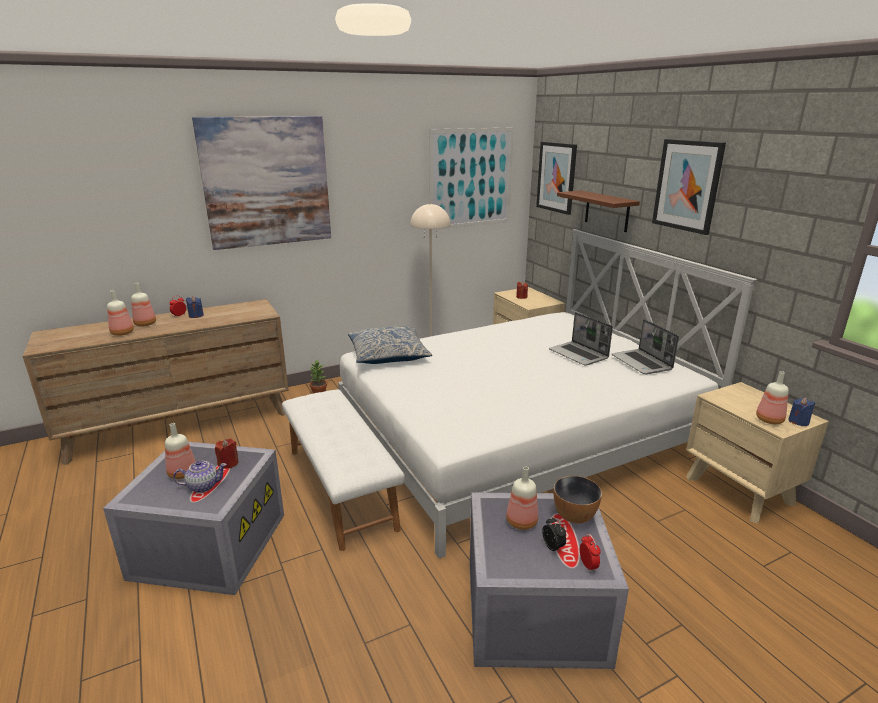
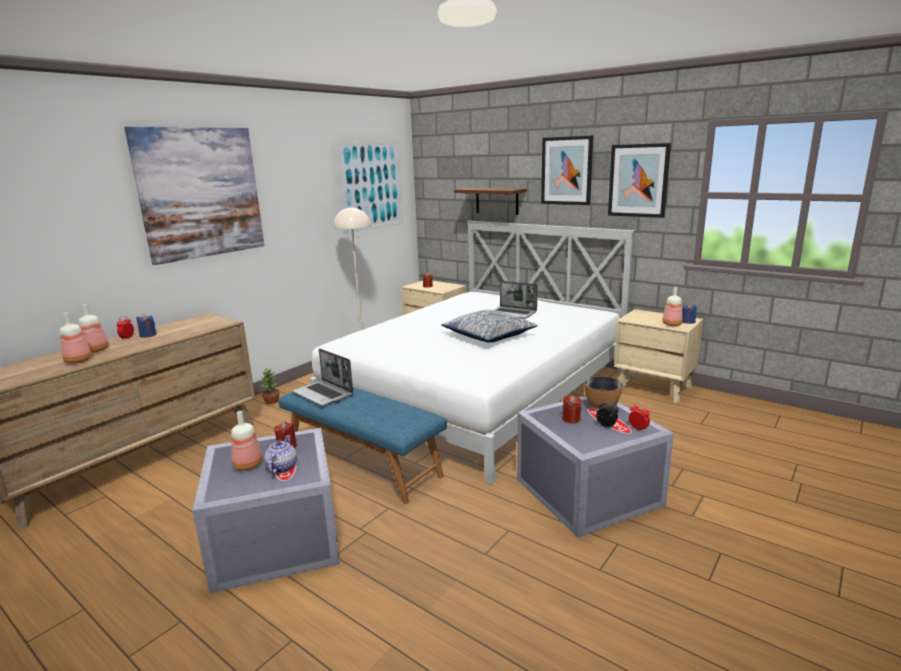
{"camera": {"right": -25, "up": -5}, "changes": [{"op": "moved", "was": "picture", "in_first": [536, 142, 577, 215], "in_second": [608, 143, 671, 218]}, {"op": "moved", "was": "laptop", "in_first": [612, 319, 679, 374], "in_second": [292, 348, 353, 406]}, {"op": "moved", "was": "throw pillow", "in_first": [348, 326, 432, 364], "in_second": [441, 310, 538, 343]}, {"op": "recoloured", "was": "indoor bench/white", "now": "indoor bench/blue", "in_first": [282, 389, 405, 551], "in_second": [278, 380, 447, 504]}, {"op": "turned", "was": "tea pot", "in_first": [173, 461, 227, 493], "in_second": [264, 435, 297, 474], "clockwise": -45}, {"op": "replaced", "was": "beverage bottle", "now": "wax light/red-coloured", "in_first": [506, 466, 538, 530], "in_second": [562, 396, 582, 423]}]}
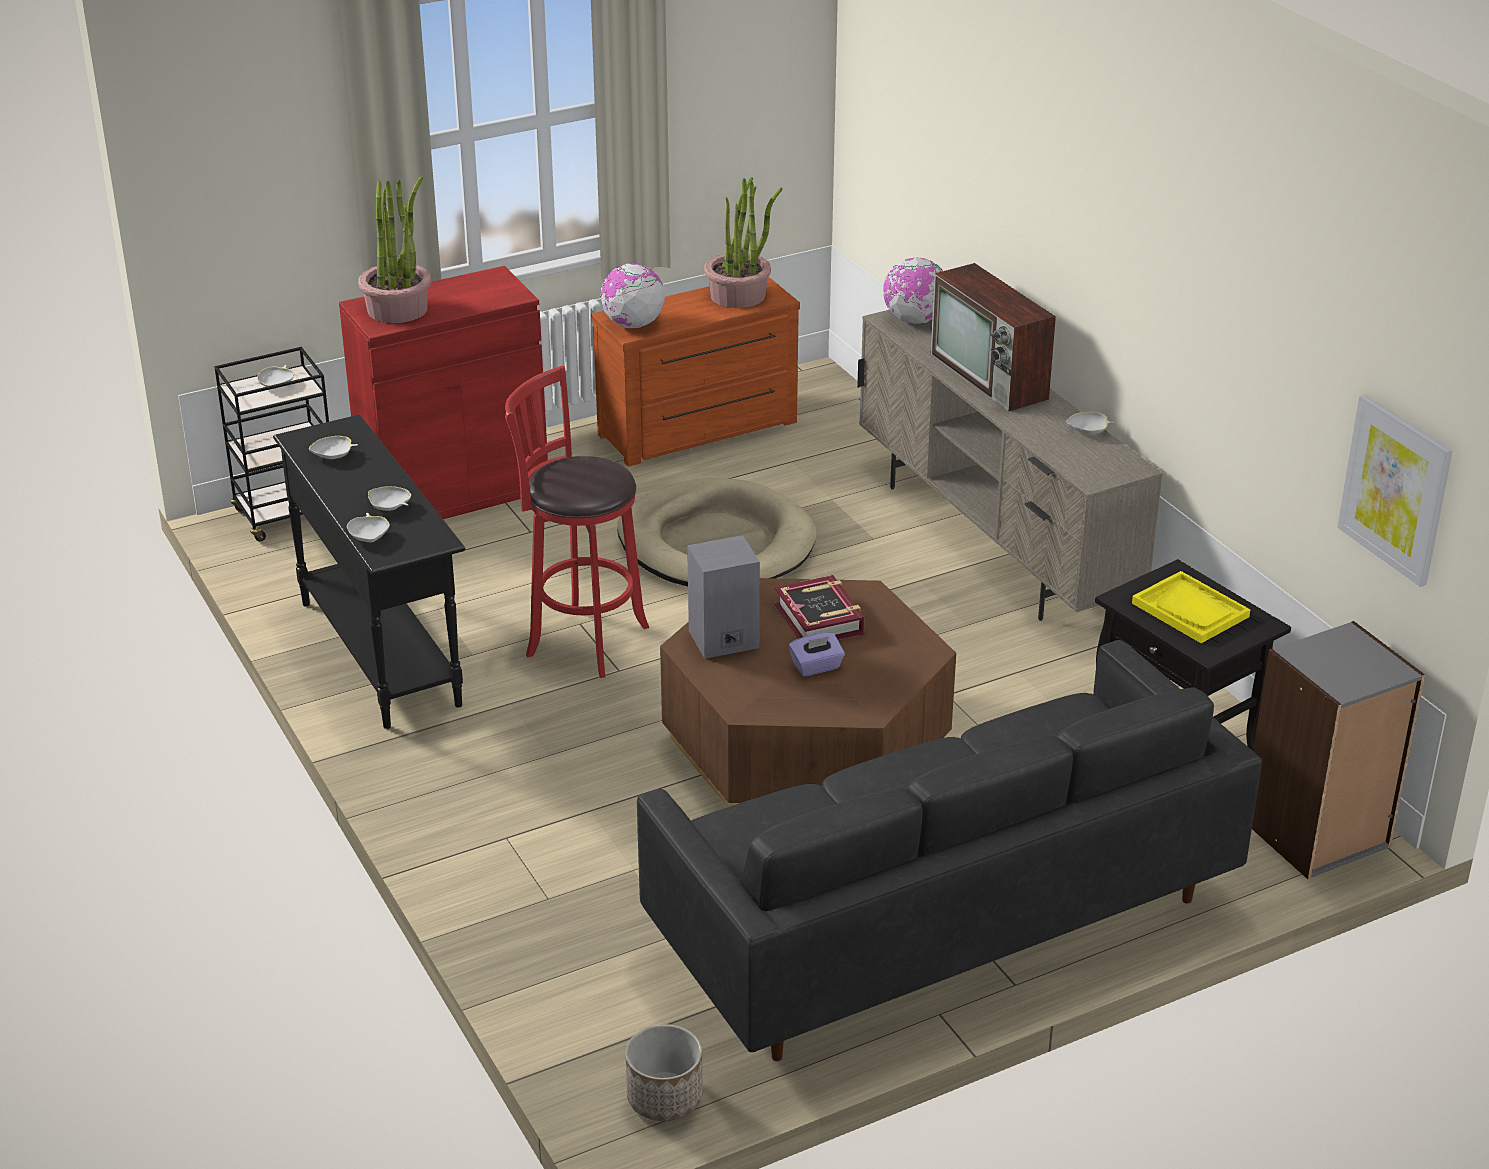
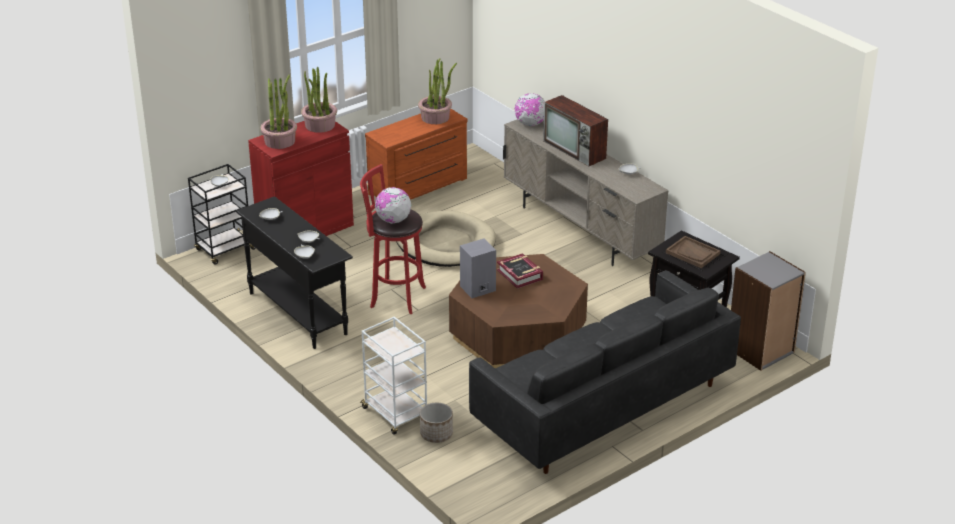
{"camera": {"right": -10, "up": 0}, "changes": [{"op": "moved", "was": "world globe", "in_first": [600, 264, 665, 328], "in_second": [375, 187, 412, 224]}, {"op": "removed", "was": "picture", "in_first": [1337, 395, 1453, 587]}, {"op": "recoloured", "was": "tray/yellowish", "now": "tray/brown", "in_first": [1132, 571, 1250, 643], "in_second": [666, 236, 720, 268]}, {"op": "removed", "was": "tissue box/purple", "in_first": [789, 632, 845, 677]}, {"op": "moved", "was": "planter", "in_first": [625, 1024, 703, 1121], "in_second": [420, 403, 453, 443]}, {"op": "added", "now": "potted plant", "in_second": [301, 67, 337, 133]}, {"op": "added", "now": "trolley/white", "in_second": [360, 317, 427, 435]}]}
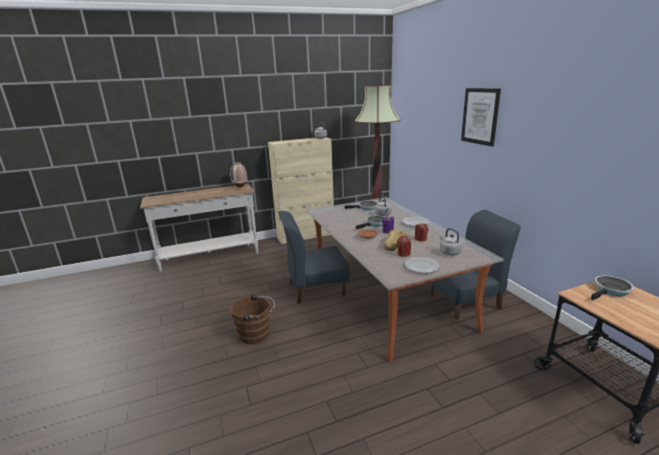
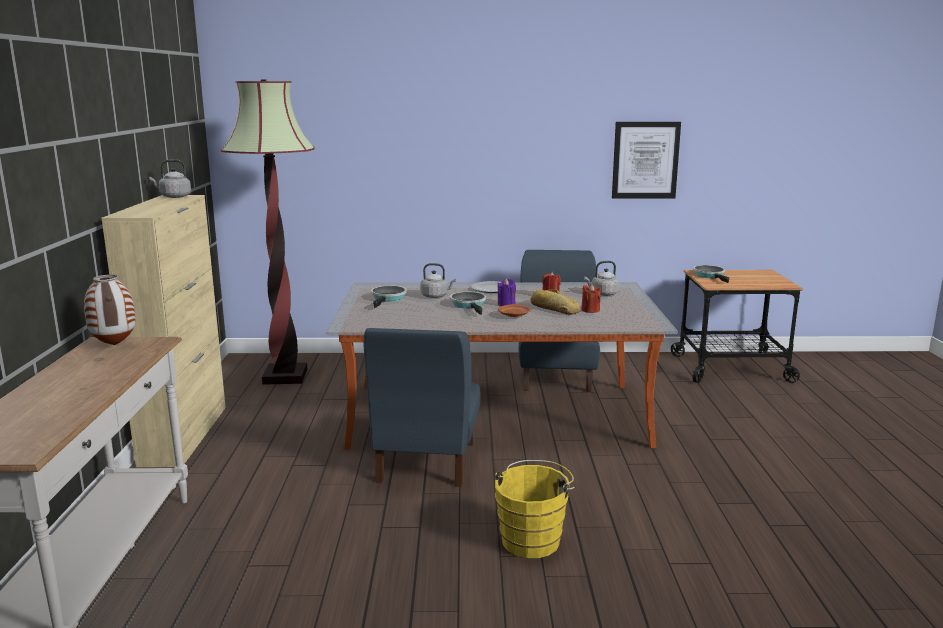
{"camera": {"right": -70, "up": -5}, "changes": [{"op": "moved", "was": "picture", "in_first": [461, 88, 501, 147], "in_second": [612, 122, 681, 198]}, {"op": "removed", "was": "plate", "in_first": [405, 257, 440, 273]}, {"op": "recoloured", "was": "pail/brown", "now": "pail/yellowish", "in_first": [230, 294, 275, 344], "in_second": [495, 460, 575, 558]}]}
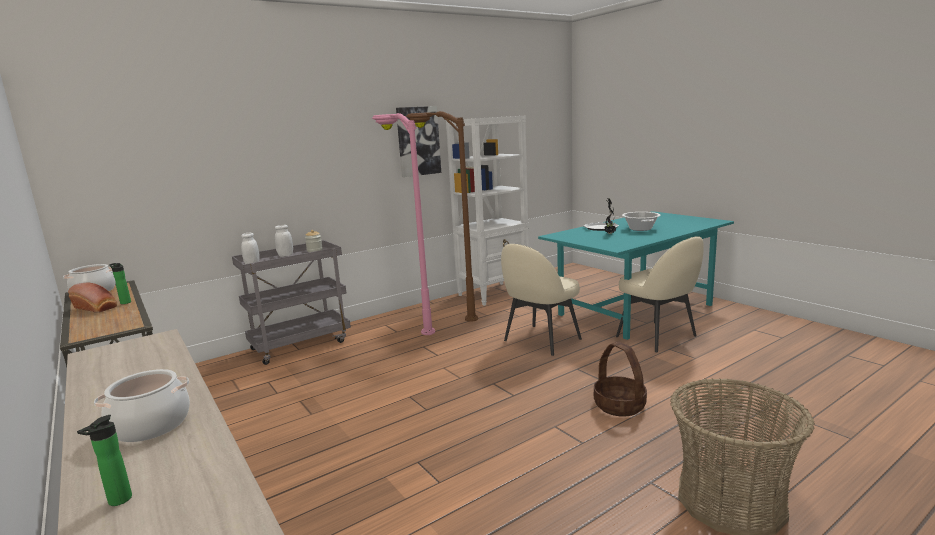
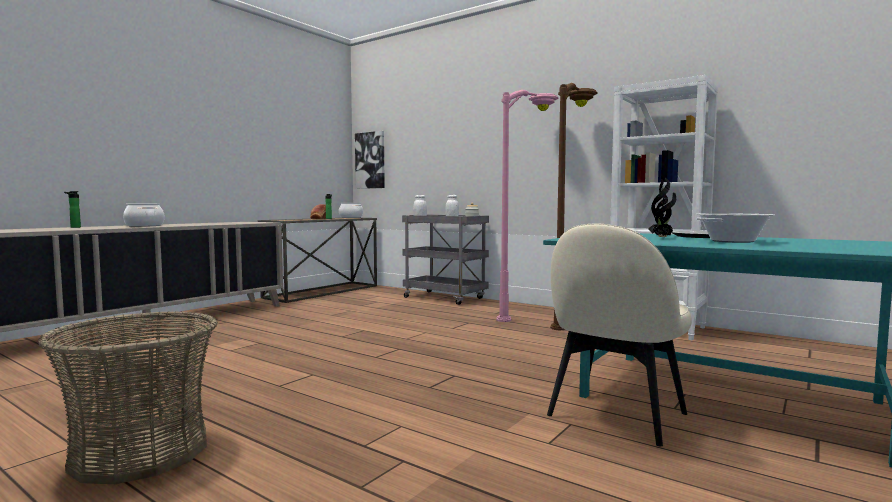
{"camera": {"right": 70, "up": -10}, "changes": [{"op": "moved", "was": "picture", "in_first": [396, 106, 441, 177], "in_second": [355, 131, 385, 189]}, {"op": "removed", "was": "plain chair/beige", "in_first": [501, 244, 582, 356]}, {"op": "removed", "was": "household basket", "in_first": [594, 342, 647, 417]}]}
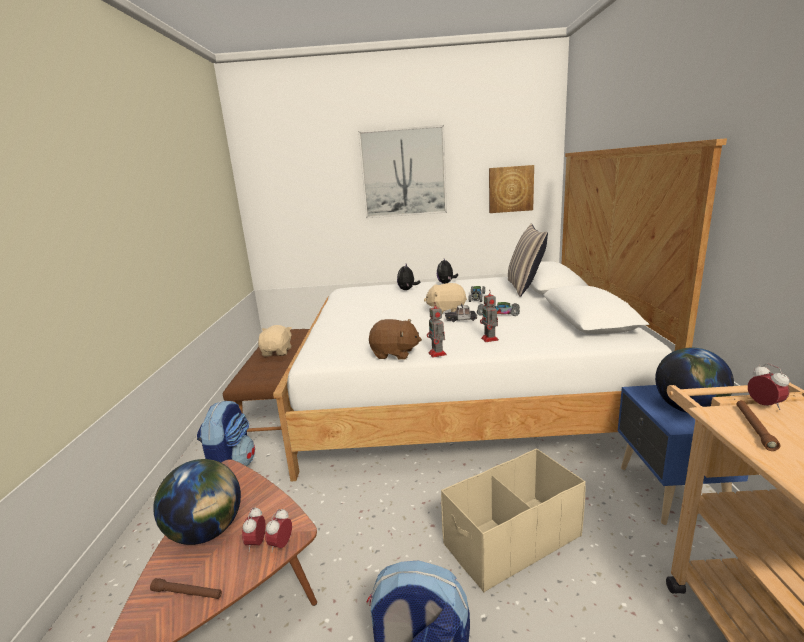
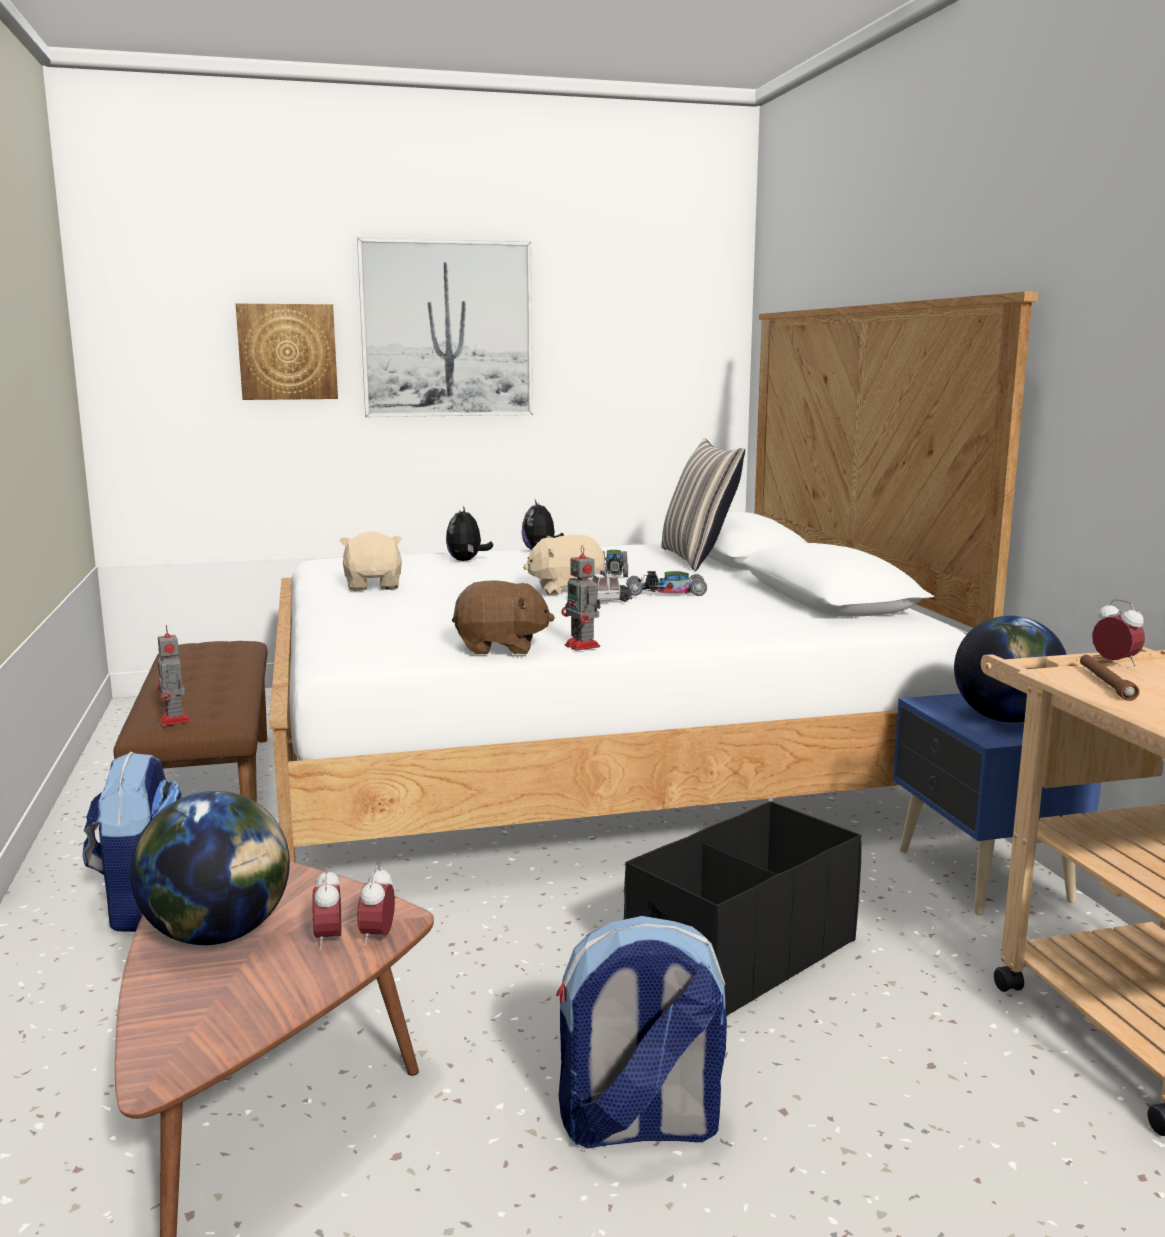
{"camera": {"right": -15, "up": -5}, "changes": [{"op": "moved", "was": "picture", "in_first": [489, 165, 534, 213], "in_second": [236, 304, 338, 400]}, {"op": "moved", "was": "toy robot", "in_first": [480, 293, 499, 342], "in_second": [157, 625, 191, 726]}, {"op": "moved", "was": "soft toy/beige", "in_first": [258, 325, 292, 357], "in_second": [339, 531, 402, 591]}, {"op": "recoloured", "was": "storage container/beige", "now": "storage container/black", "in_first": [441, 448, 585, 593], "in_second": [624, 801, 862, 1016]}, {"op": "removed", "was": "torch/brown", "in_first": [150, 578, 222, 599]}]}
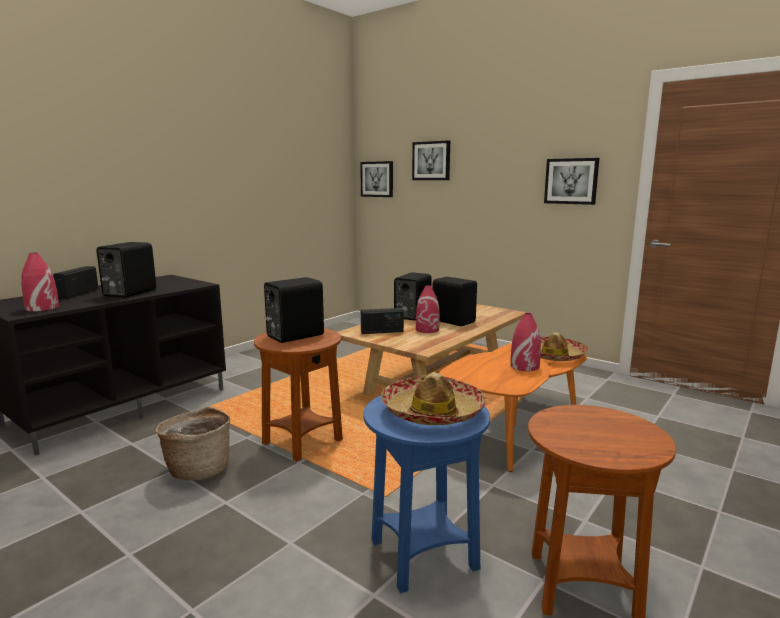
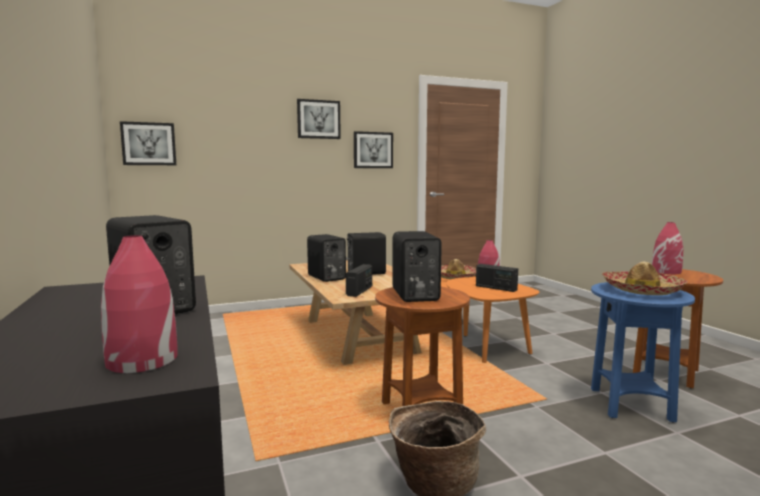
{"camera": {"right": -60, "up": -5}, "changes": [{"op": "moved", "was": "picture", "in_first": [412, 140, 450, 180], "in_second": [297, 99, 341, 139]}, {"op": "moved", "was": "radio", "in_first": [53, 266, 99, 299], "in_second": [476, 264, 518, 292]}, {"op": "moved", "was": "vase/red-coloured", "in_first": [416, 285, 440, 333], "in_second": [652, 222, 683, 274]}]}
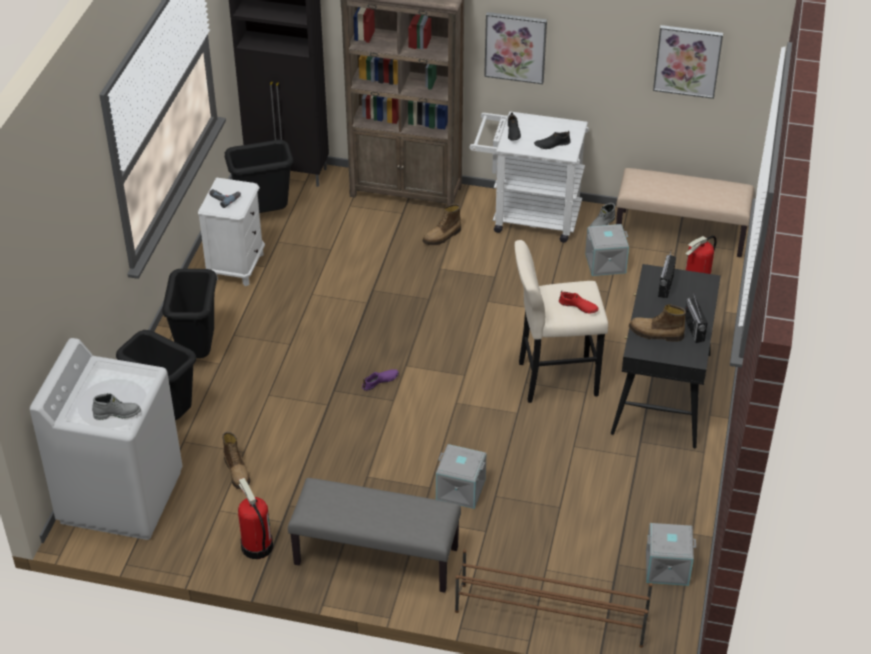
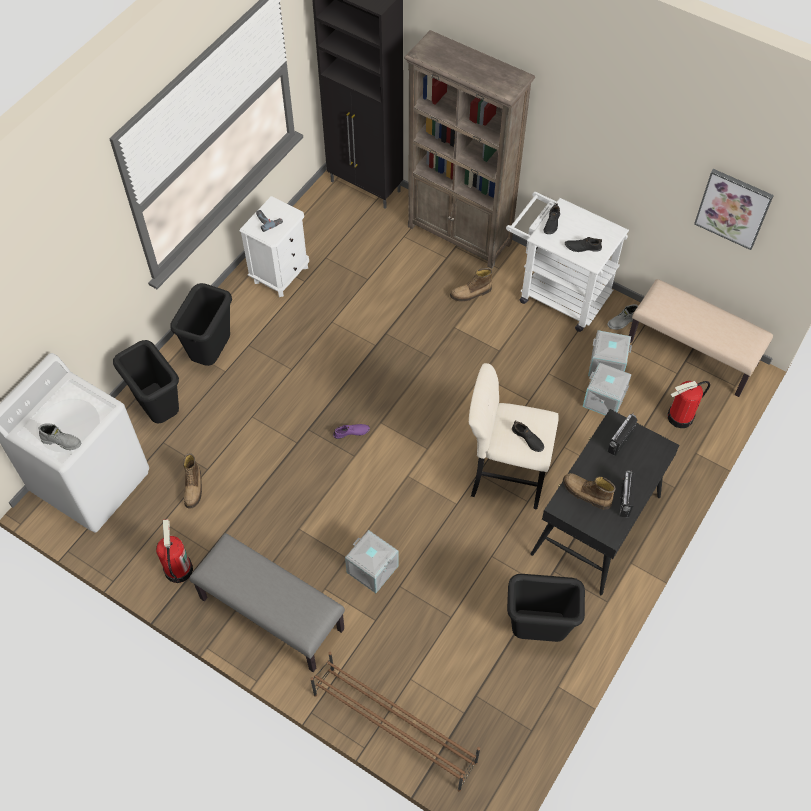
{"camera": {"right": 20, "up": 15}, "changes": [{"op": "removed", "was": "picture", "in_first": [484, 12, 547, 84]}, {"op": "moved", "was": "rubbish bin/black", "in_first": [225, 140, 293, 213], "in_second": [507, 574, 585, 642]}, {"op": "recoloured", "was": "low shoe/red-coloured", "now": "low shoe/black", "in_first": [559, 291, 599, 313], "in_second": [512, 421, 544, 452]}, {"op": "moved", "was": "storage container/greyish", "in_first": [646, 523, 696, 586], "in_second": [583, 362, 632, 416]}]}
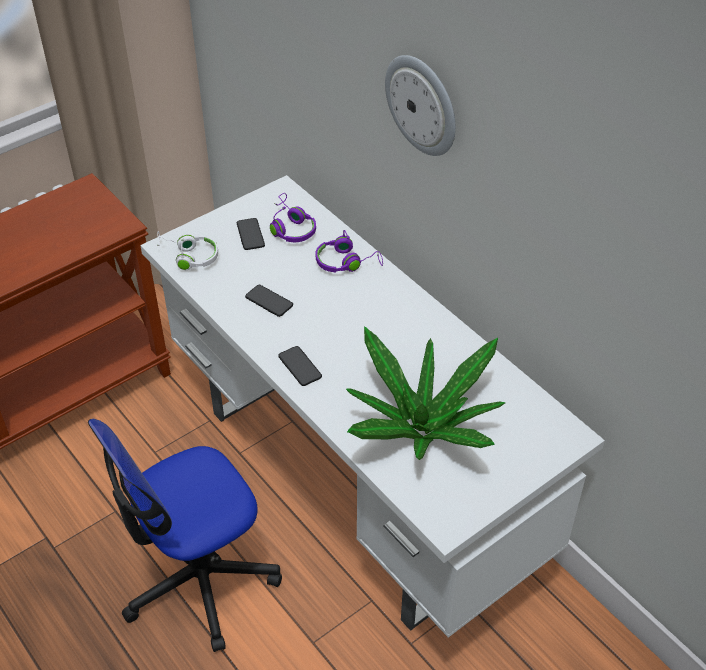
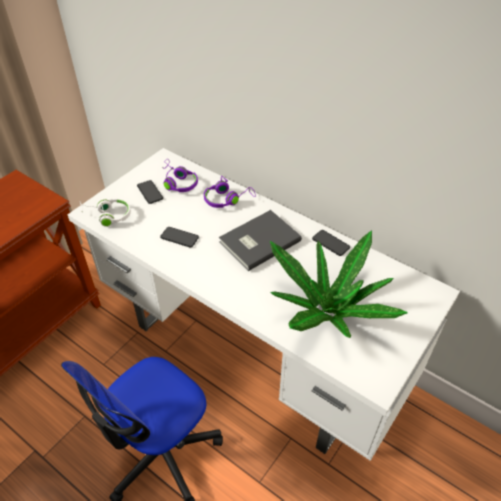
{"camera": {"right": -15, "up": 0}, "changes": [{"op": "removed", "was": "wall clock", "in_first": [385, 55, 456, 156]}, {"op": "moved", "was": "handset", "in_first": [278, 346, 322, 386], "in_second": [312, 230, 350, 256]}, {"op": "added", "now": "volume/greyish", "in_second": [219, 210, 302, 271]}]}
